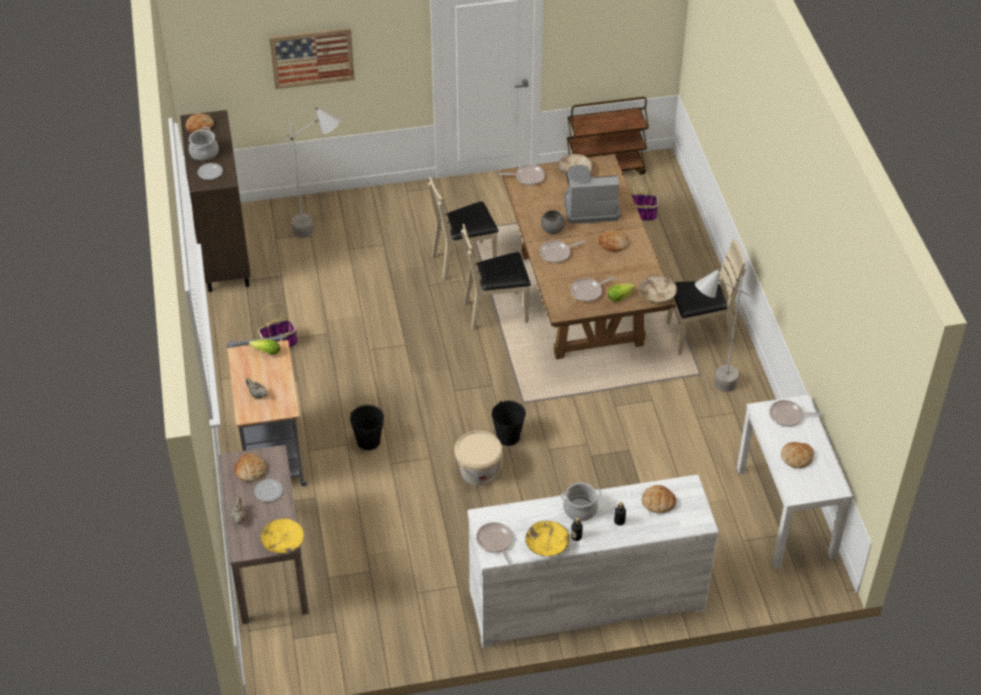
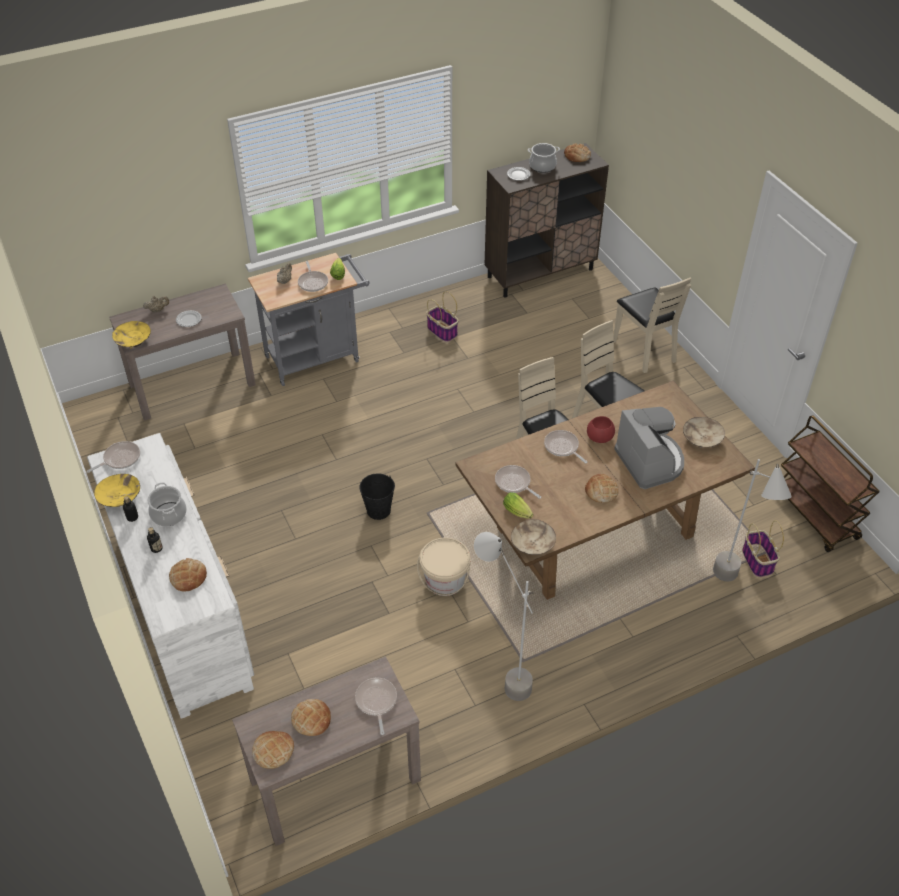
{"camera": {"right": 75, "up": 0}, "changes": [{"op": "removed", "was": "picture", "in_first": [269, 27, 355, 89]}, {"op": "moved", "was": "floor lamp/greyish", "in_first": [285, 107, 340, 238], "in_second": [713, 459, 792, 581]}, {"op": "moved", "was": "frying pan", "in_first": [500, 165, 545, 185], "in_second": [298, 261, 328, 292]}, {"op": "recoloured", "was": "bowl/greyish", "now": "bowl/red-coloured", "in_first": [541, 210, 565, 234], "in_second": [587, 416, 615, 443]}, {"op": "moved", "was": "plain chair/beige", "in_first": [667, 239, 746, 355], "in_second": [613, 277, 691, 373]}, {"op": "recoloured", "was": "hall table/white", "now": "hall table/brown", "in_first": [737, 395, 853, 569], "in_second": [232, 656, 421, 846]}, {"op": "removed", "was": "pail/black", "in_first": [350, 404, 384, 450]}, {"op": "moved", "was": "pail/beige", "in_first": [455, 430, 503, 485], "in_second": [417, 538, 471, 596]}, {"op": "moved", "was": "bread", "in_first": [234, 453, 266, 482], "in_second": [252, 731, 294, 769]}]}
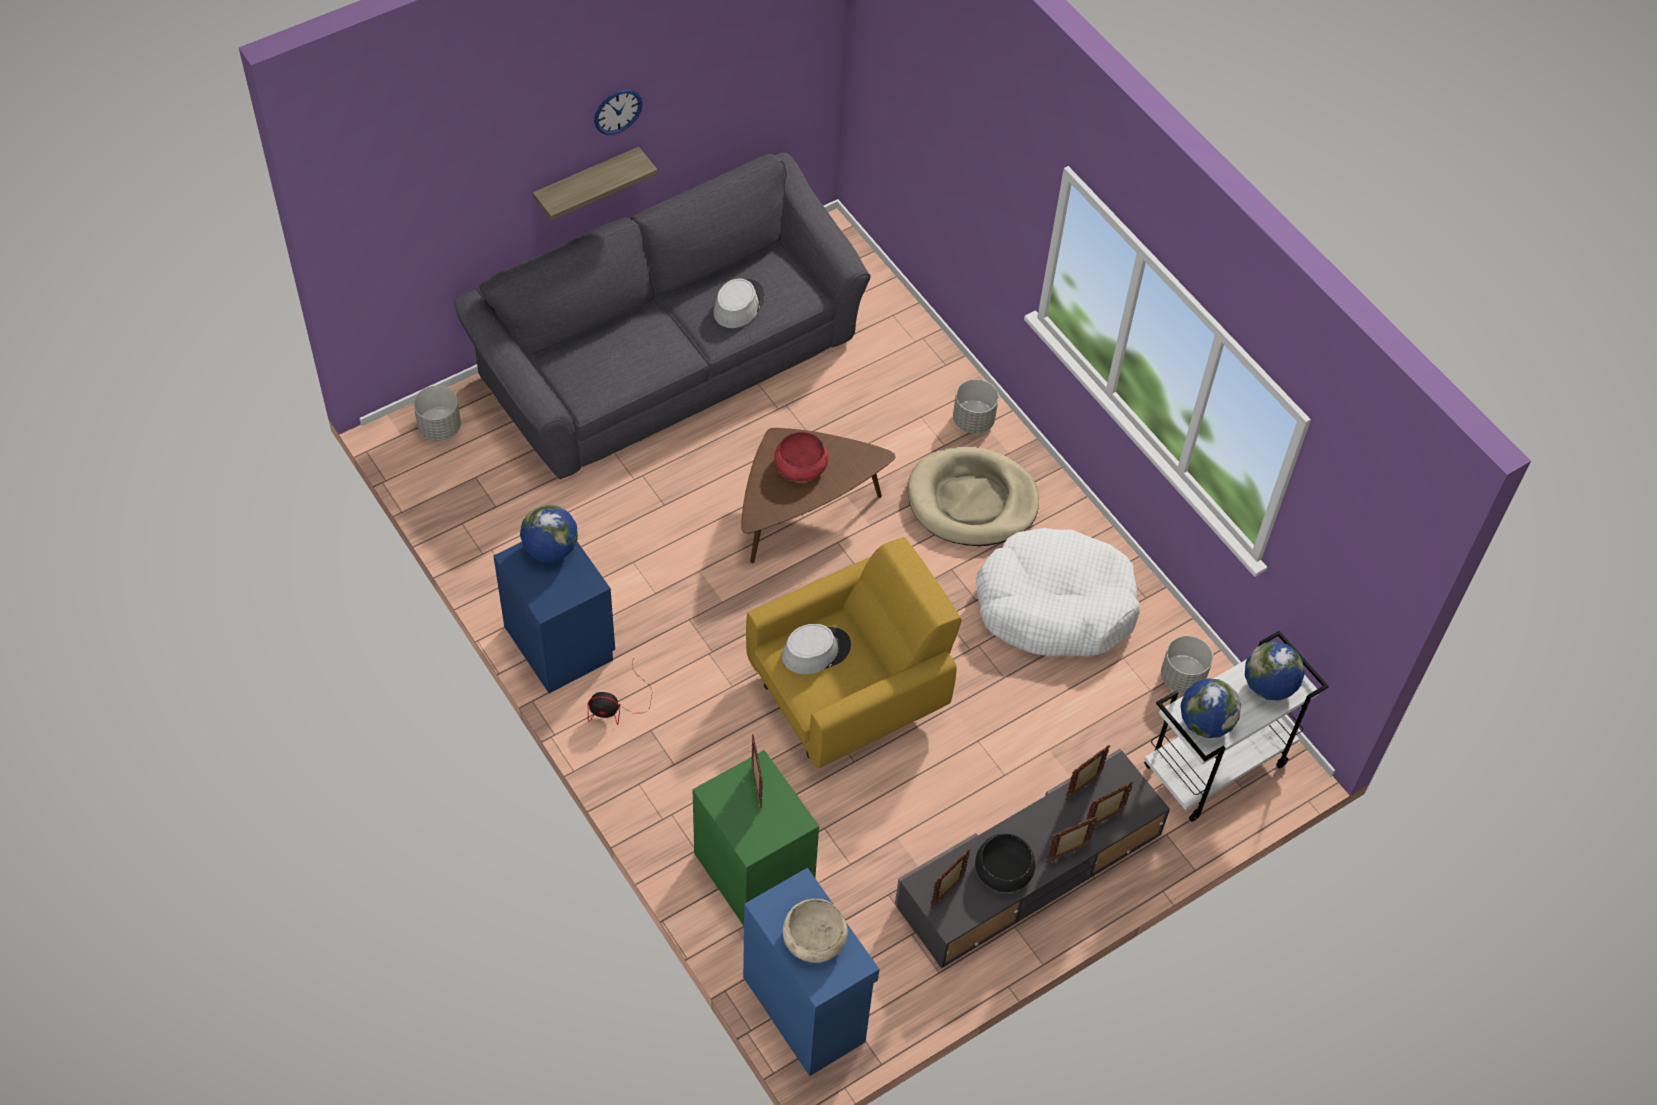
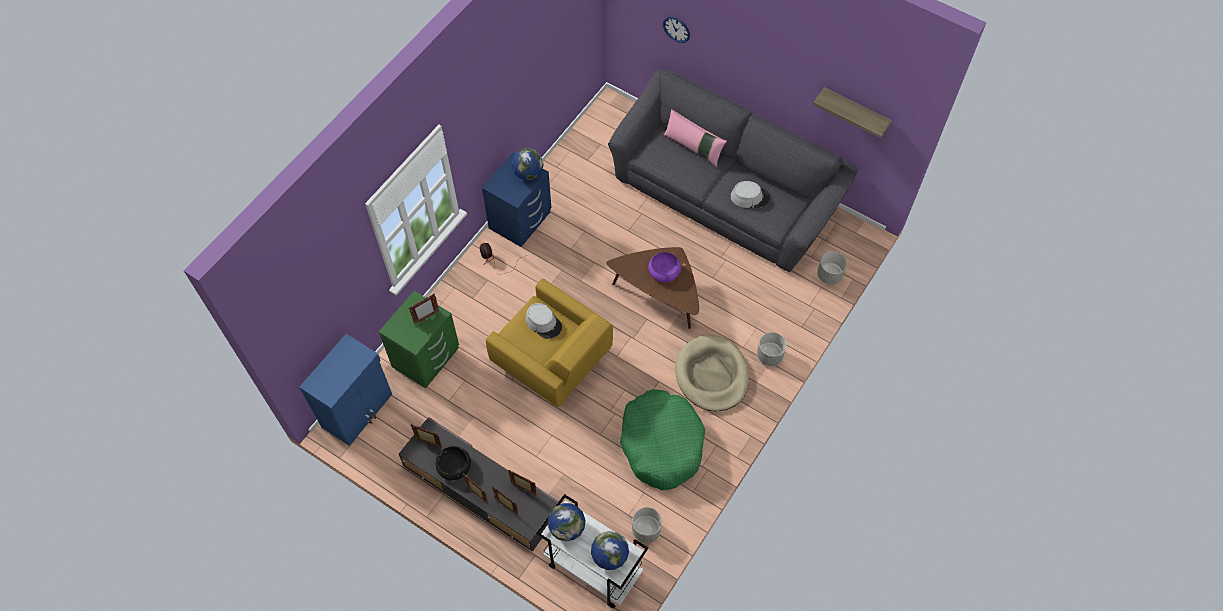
{"camera": {"right": 70, "up": 5}, "changes": [{"op": "moved", "was": "wall clock", "in_first": [594, 89, 643, 135], "in_second": [663, 17, 690, 43]}, {"op": "moved", "was": "bracket shelf", "in_first": [533, 147, 658, 221], "in_second": [813, 87, 892, 138]}, {"op": "moved", "was": "planter/greyish", "in_first": [414, 386, 461, 441], "in_second": [817, 252, 847, 285]}, {"op": "recoloured", "was": "bowl/red-coloured", "now": "bowl/purple", "in_first": [774, 432, 828, 482], "in_second": [648, 252, 681, 282]}, {"op": "recoloured", "was": "dog cushion/white", "now": "dog cushion/green", "in_first": [976, 528, 1140, 657], "in_second": [620, 389, 705, 490]}, {"op": "removed", "was": "bowl/beige", "in_first": [783, 899, 848, 962]}, {"op": "added", "now": "throw pillow/pink", "in_second": [664, 109, 727, 167]}]}
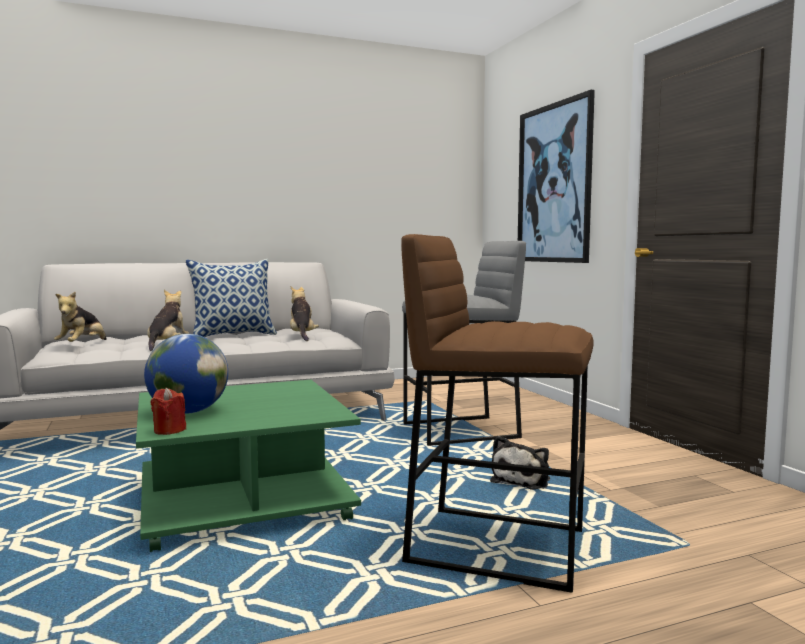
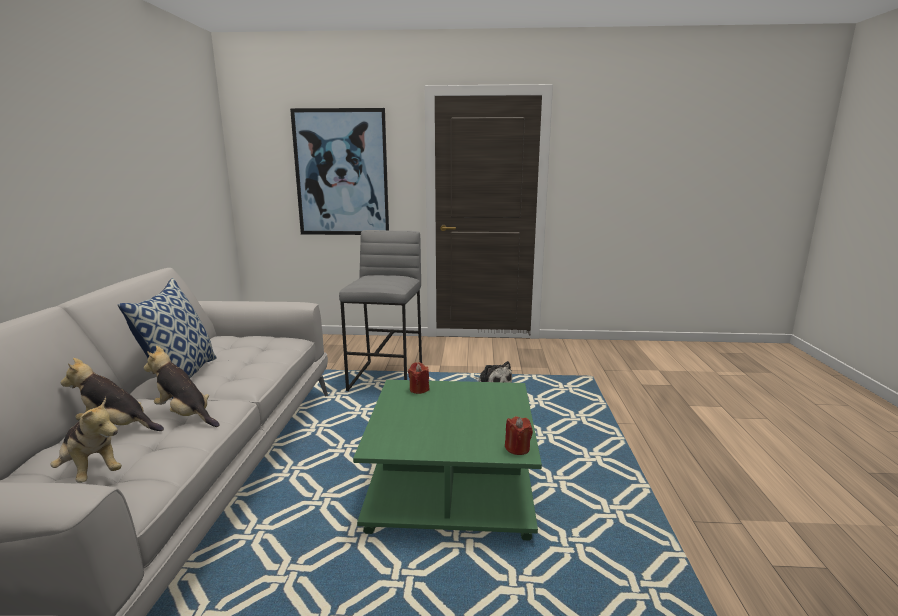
{"camera": {"right": -65, "up": 10}, "changes": [{"op": "removed", "was": "stool/brown", "in_first": [401, 234, 593, 593]}, {"op": "moved", "was": "soft toy", "in_first": [290, 287, 319, 341], "in_second": [61, 358, 164, 431]}, {"op": "removed", "was": "world globe", "in_first": [144, 334, 228, 414]}, {"op": "added", "now": "wax light/red-coloured", "in_second": [408, 362, 429, 394]}]}
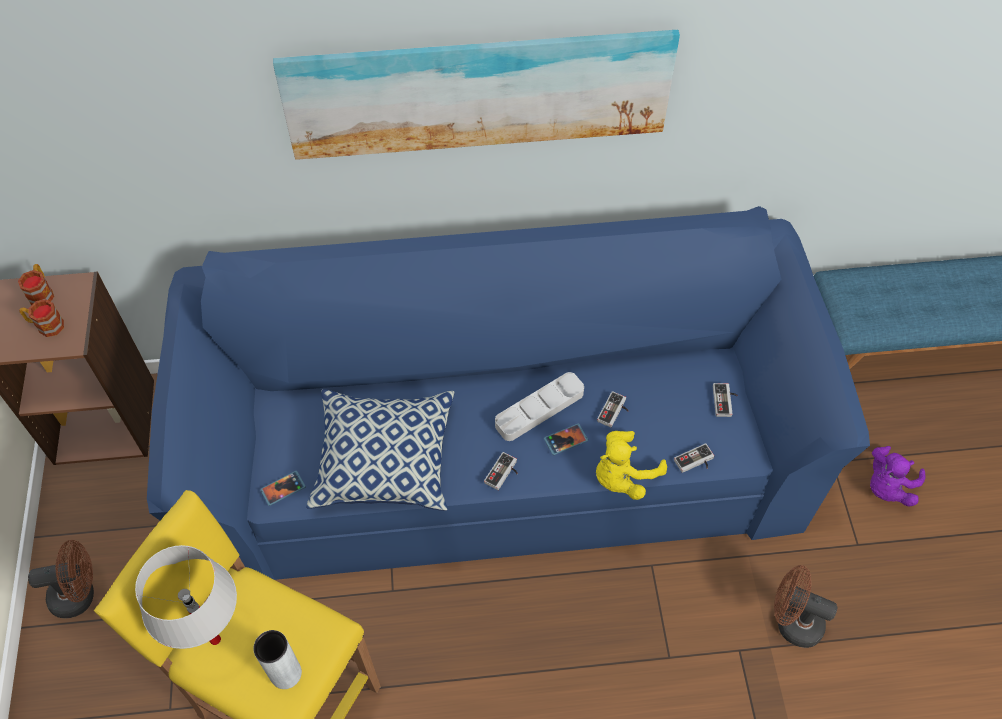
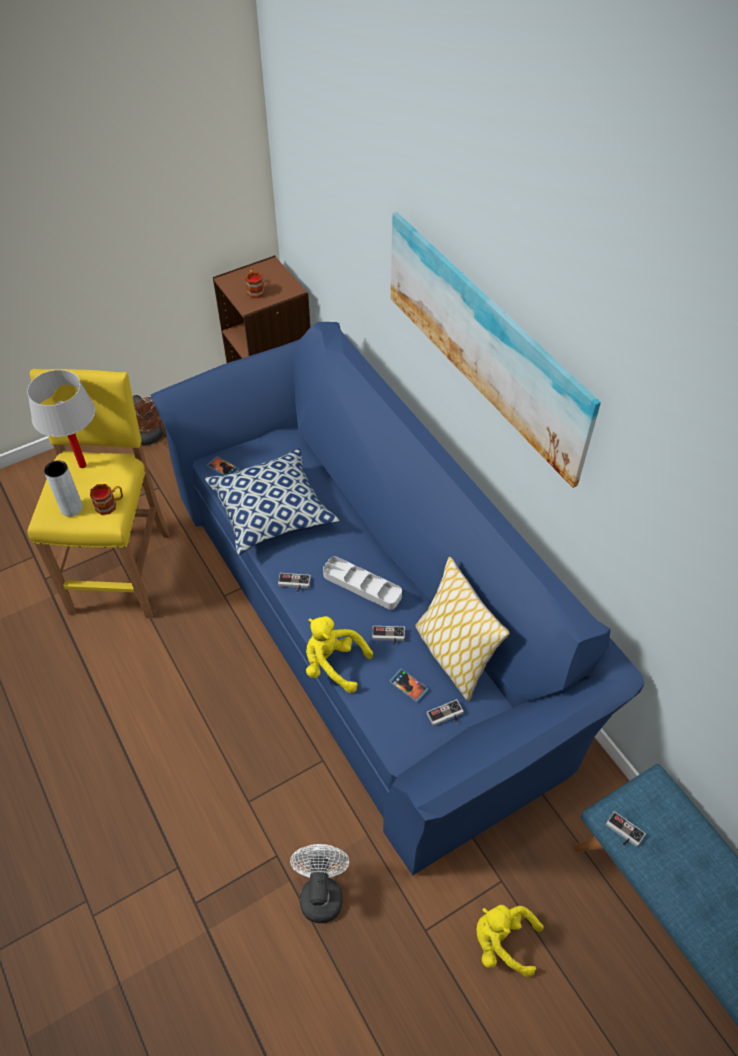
{"camera": {"right": 65, "up": -5}, "changes": [{"op": "moved", "was": "coffee mug", "in_first": [18, 264, 54, 305], "in_second": [90, 484, 123, 515]}, {"op": "moved", "was": "handset", "in_first": [544, 423, 588, 455], "in_second": [389, 669, 429, 702]}, {"op": "moved", "was": "gamepad", "in_first": [674, 443, 714, 473], "in_second": [606, 811, 646, 847]}, {"op": "recoloured", "was": "soft toy/purple", "now": "soft toy/yellowish", "in_first": [870, 446, 926, 507], "in_second": [476, 905, 544, 977]}, {"op": "recoloured", "was": "electric fan/brown", "now": "electric fan/white", "in_first": [774, 565, 838, 648], "in_second": [290, 844, 349, 923]}, {"op": "added", "now": "throw pillow", "in_second": [415, 557, 510, 701]}]}
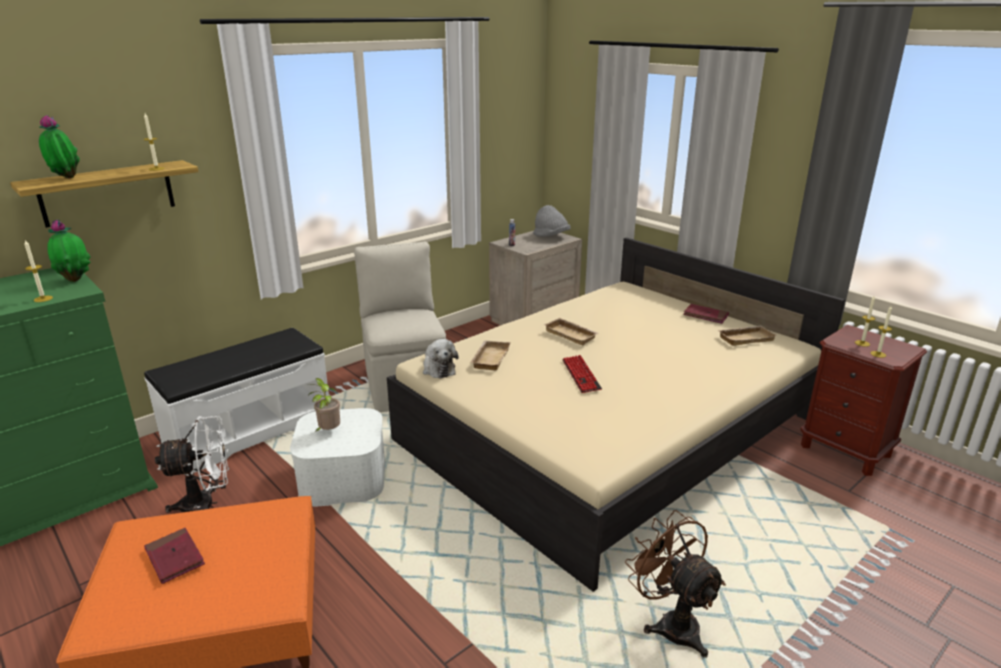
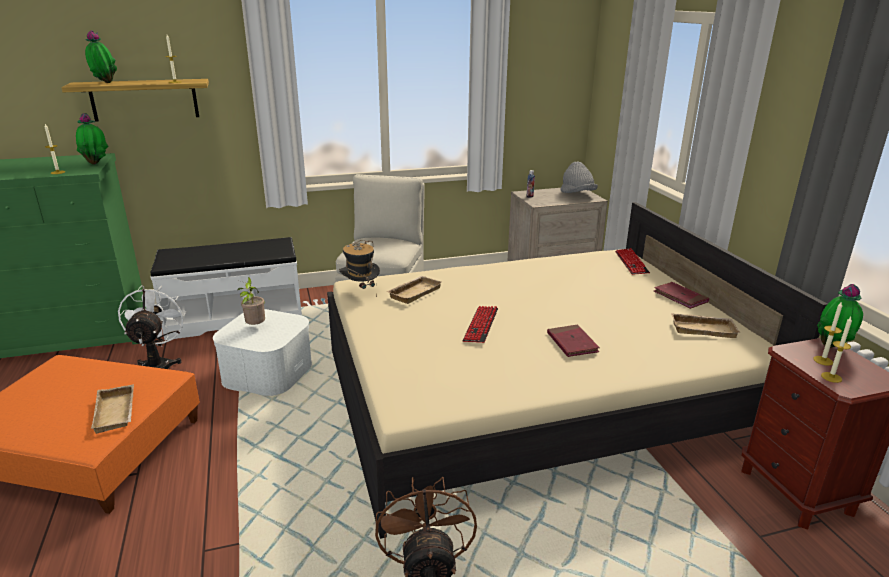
{"camera": {"right": 25, "up": 0}, "changes": [{"op": "moved", "was": "tray/beige", "in_first": [543, 318, 599, 345], "in_second": [91, 384, 134, 434]}, {"op": "replaced", "was": "soft toy", "now": "hat", "in_first": [423, 339, 458, 379], "in_second": [339, 240, 380, 297]}, {"op": "turned", "was": "electric fan/white", "in_first": [155, 416, 229, 513], "in_second": [118, 285, 186, 369], "clockwise": -105}, {"op": "moved", "was": "volume/red-coloured", "in_first": [144, 528, 205, 584], "in_second": [547, 325, 600, 357]}, {"op": "added", "now": "keyboard", "in_second": [615, 248, 650, 275]}, {"op": "added", "now": "potted plant", "in_second": [817, 284, 863, 347]}]}
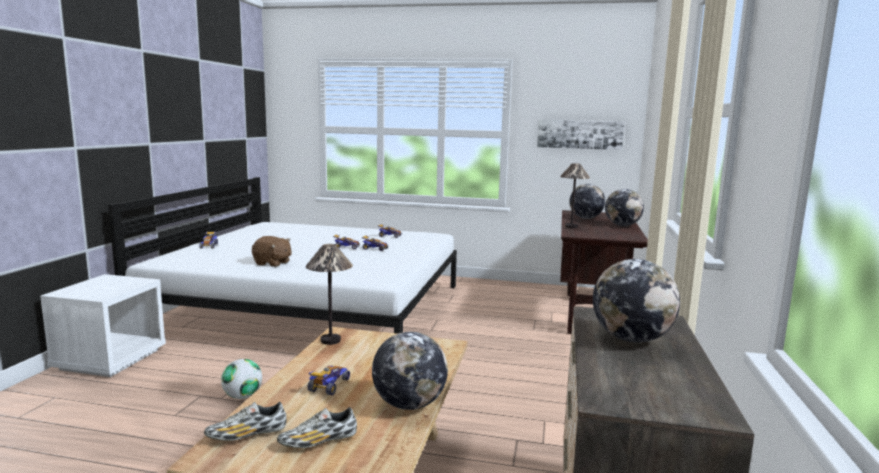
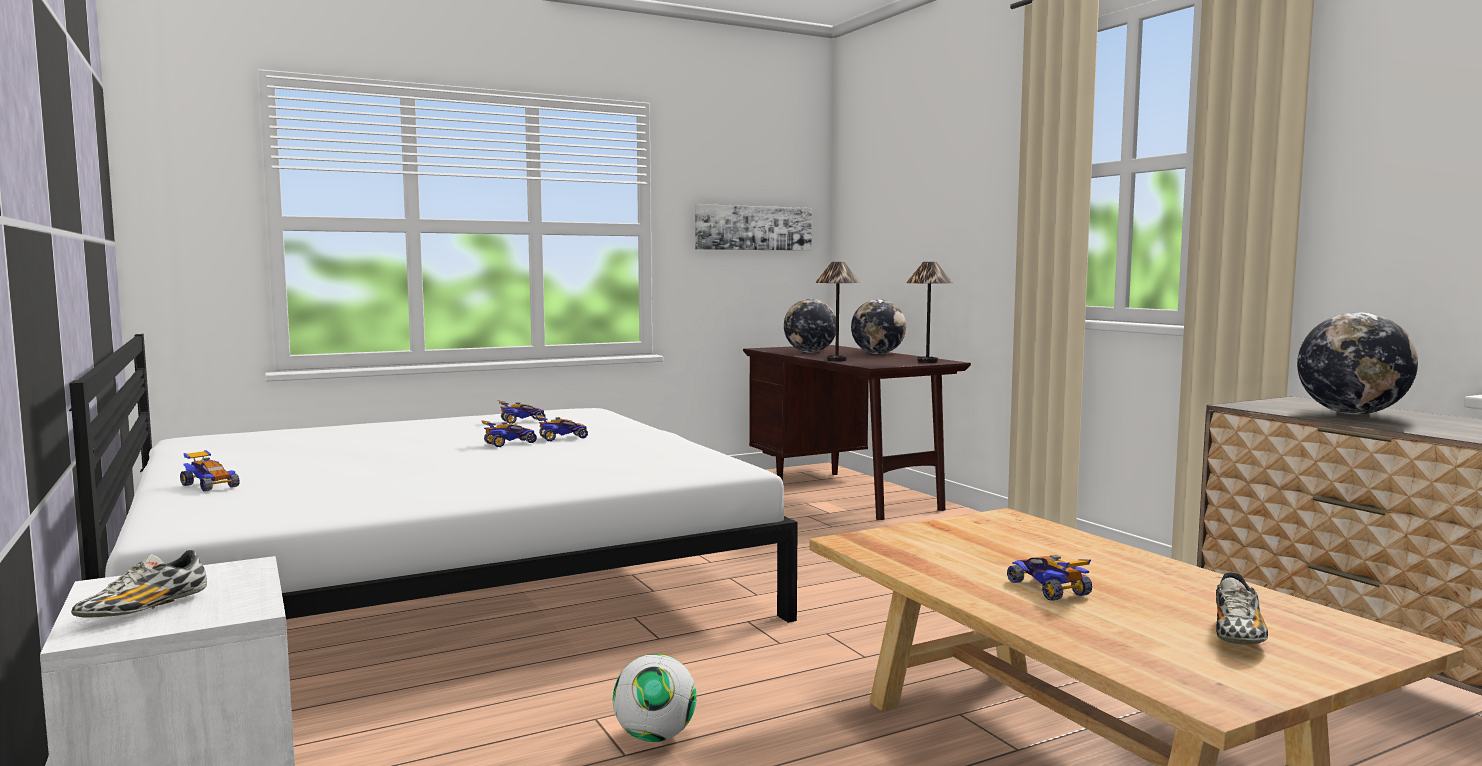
{"camera": {"right": -40, "up": -5}, "changes": [{"op": "removed", "was": "soft toy/brown", "in_first": [252, 236, 292, 267]}, {"op": "moved", "was": "tabletop lamp", "in_first": [306, 244, 353, 345], "in_second": [906, 262, 952, 363]}, {"op": "removed", "was": "world globe", "in_first": [372, 332, 448, 410]}, {"op": "moved", "was": "low shoe", "in_first": [204, 402, 287, 441], "in_second": [71, 550, 207, 617]}]}
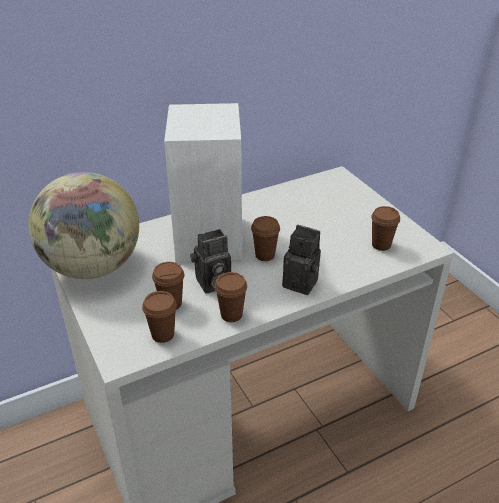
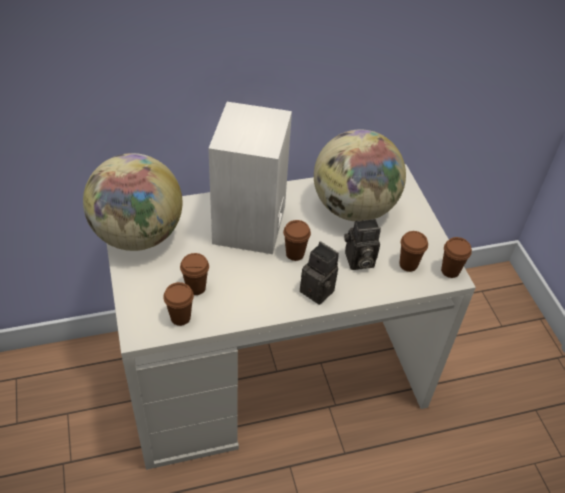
{"camera": {"right": 10, "up": 10}, "changes": [{"op": "moved", "was": "photo camera", "in_first": [190, 229, 231, 293], "in_second": [344, 219, 381, 270]}, {"op": "moved", "was": "drinking cup/brown", "in_first": [214, 272, 247, 322], "in_second": [441, 237, 472, 278]}, {"op": "added", "now": "world globe", "in_second": [314, 129, 406, 221]}]}
